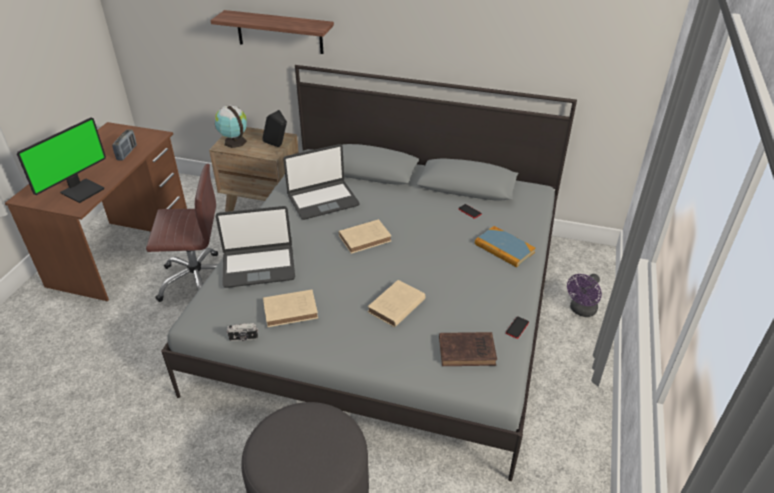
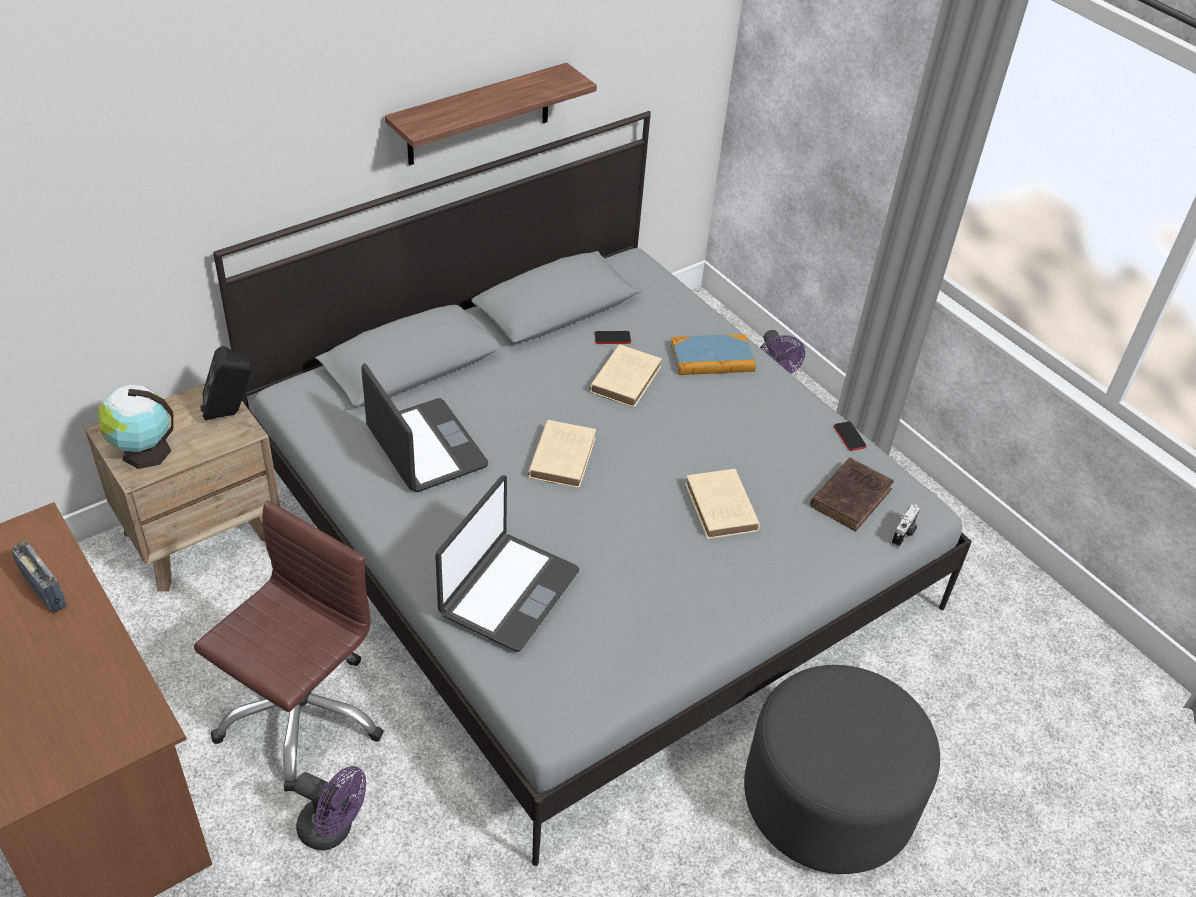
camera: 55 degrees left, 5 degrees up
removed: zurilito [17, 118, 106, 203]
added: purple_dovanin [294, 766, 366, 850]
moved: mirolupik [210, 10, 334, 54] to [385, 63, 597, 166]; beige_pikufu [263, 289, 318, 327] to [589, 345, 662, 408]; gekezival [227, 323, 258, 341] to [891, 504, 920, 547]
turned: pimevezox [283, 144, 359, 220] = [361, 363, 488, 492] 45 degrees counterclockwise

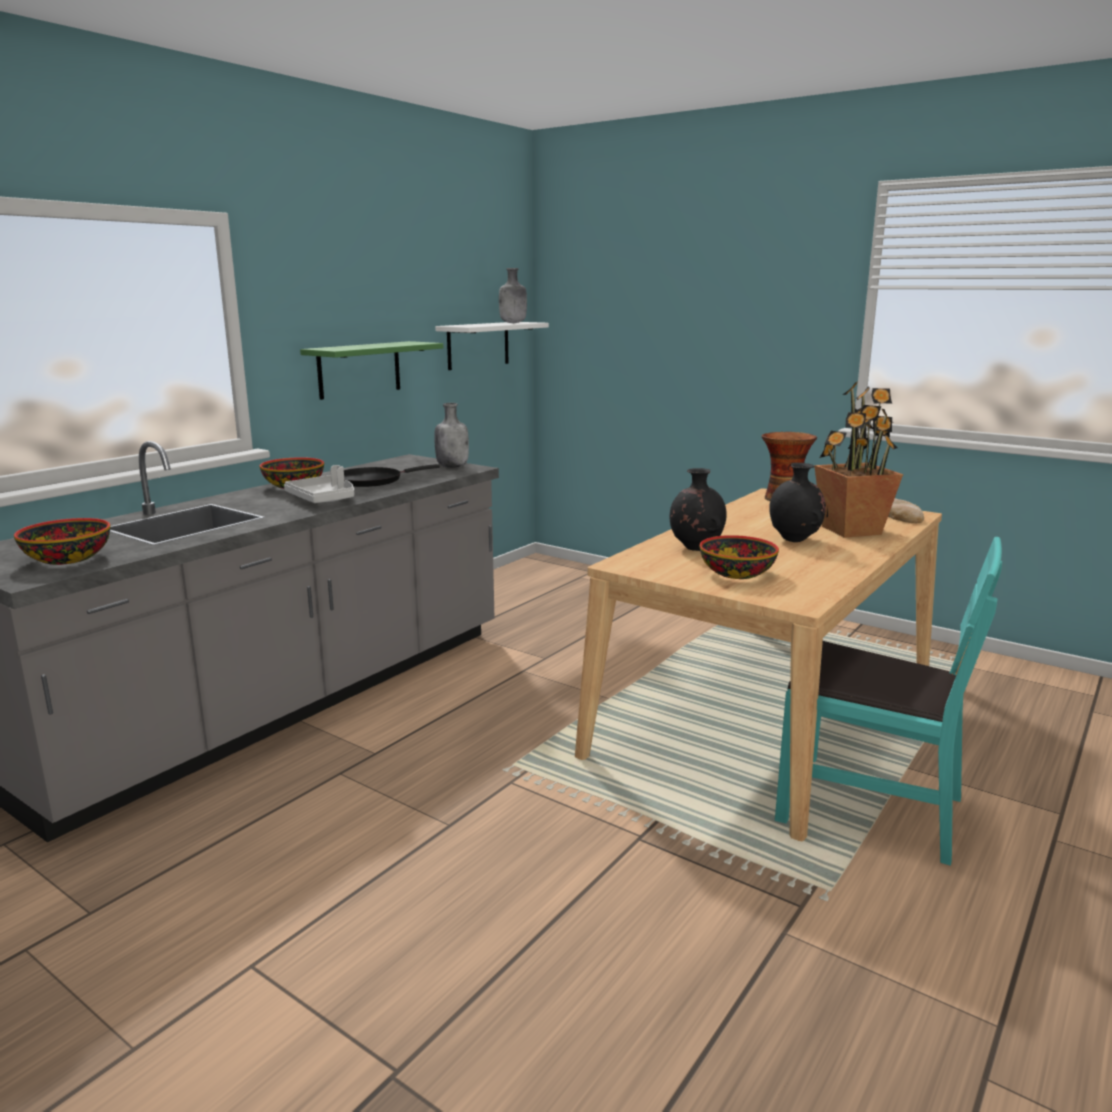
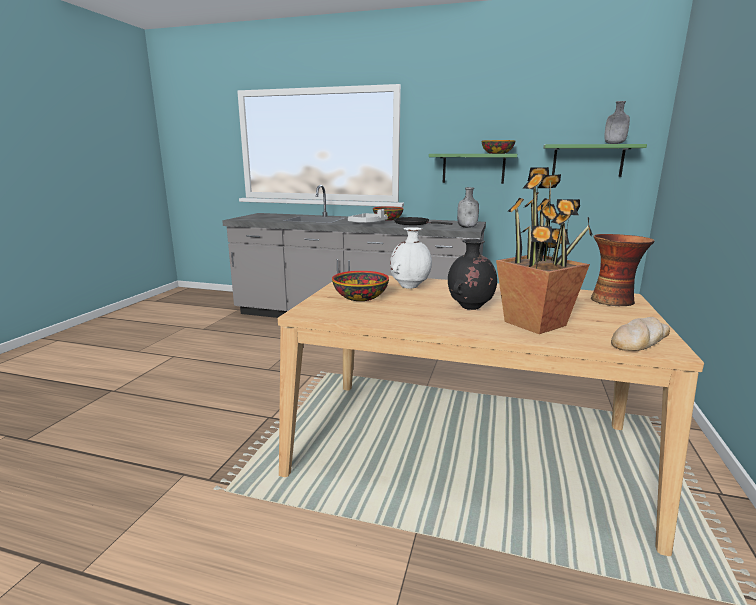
camera: 70 degrees right, 0 degrees up
removed: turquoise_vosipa [775, 537, 1002, 866]
moved: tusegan [14, 518, 111, 565] to [482, 140, 515, 154]
recoloured: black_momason [670, 468, 727, 551] to white_momason [390, 227, 432, 289]; white_mirolupik [435, 322, 549, 370] to green_mirolupik [543, 144, 647, 177]

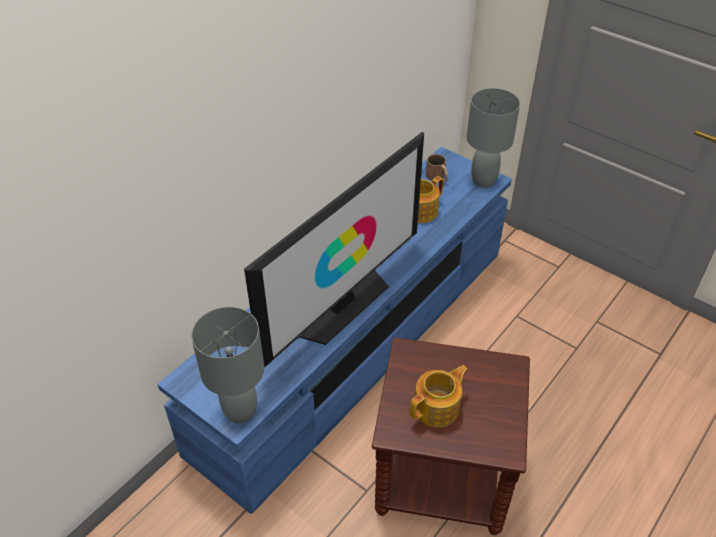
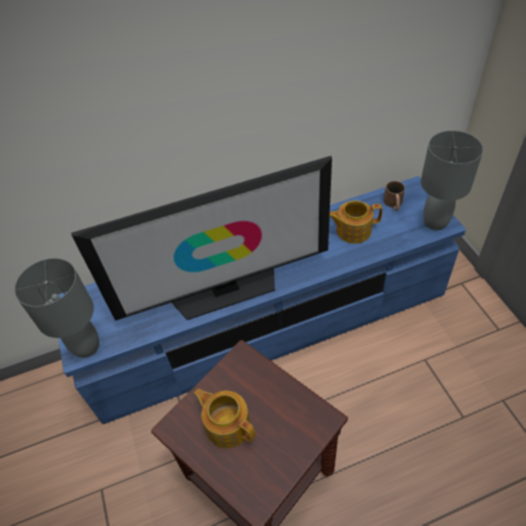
camera: 35 degrees right, 5 degrees up
turned: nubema [410, 365, 468, 427] = [194, 389, 255, 448] 135 degrees counterclockwise

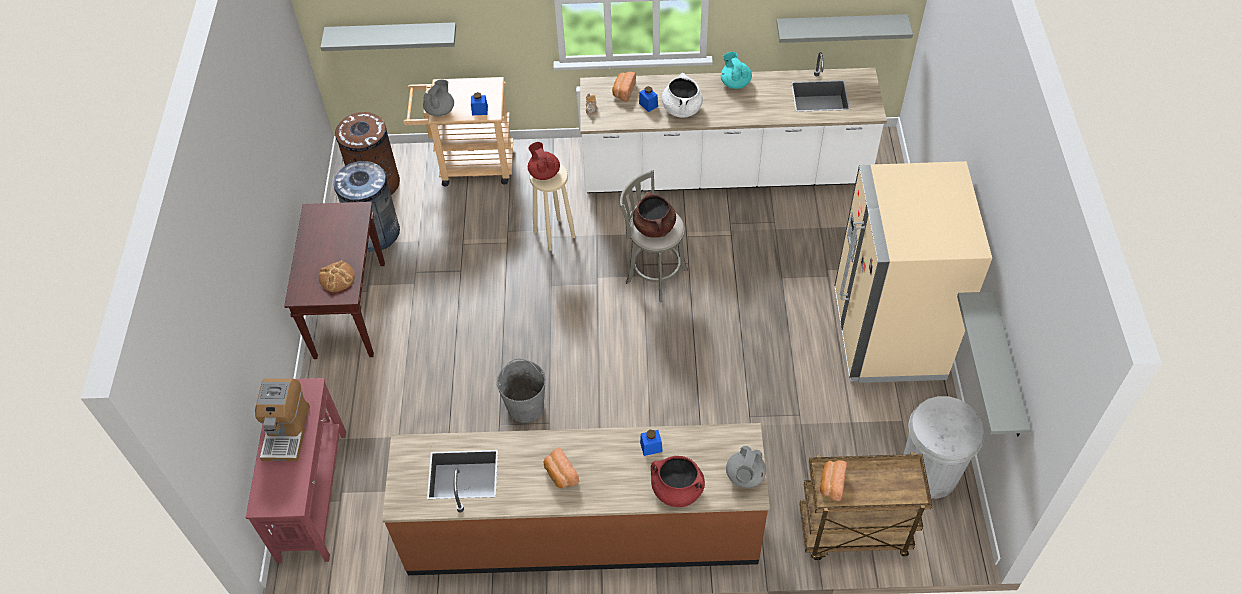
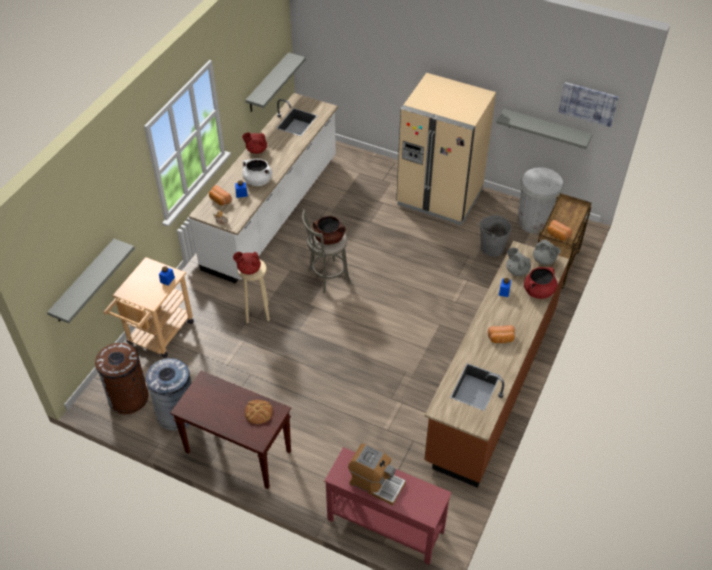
camera: 65 degrees left, 5 degrees down
added: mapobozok [559, 82, 619, 127]
moved: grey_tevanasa [497, 358, 546, 423] to [479, 215, 511, 257]; grey_nubema [423, 80, 454, 116] to [506, 247, 531, 276]
recoloured: turquoise_nubema [721, 52, 752, 89] to red_nubema [242, 132, 267, 154]

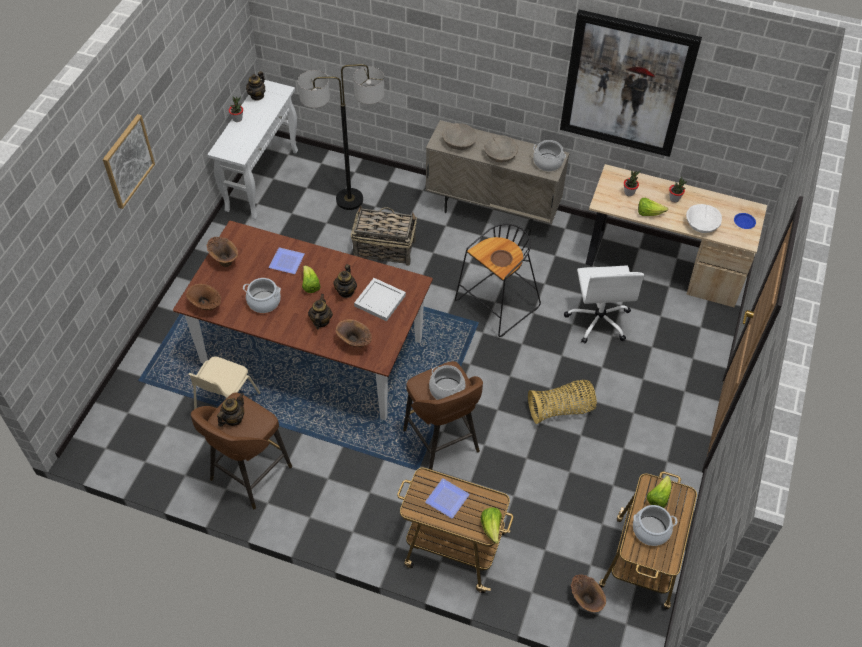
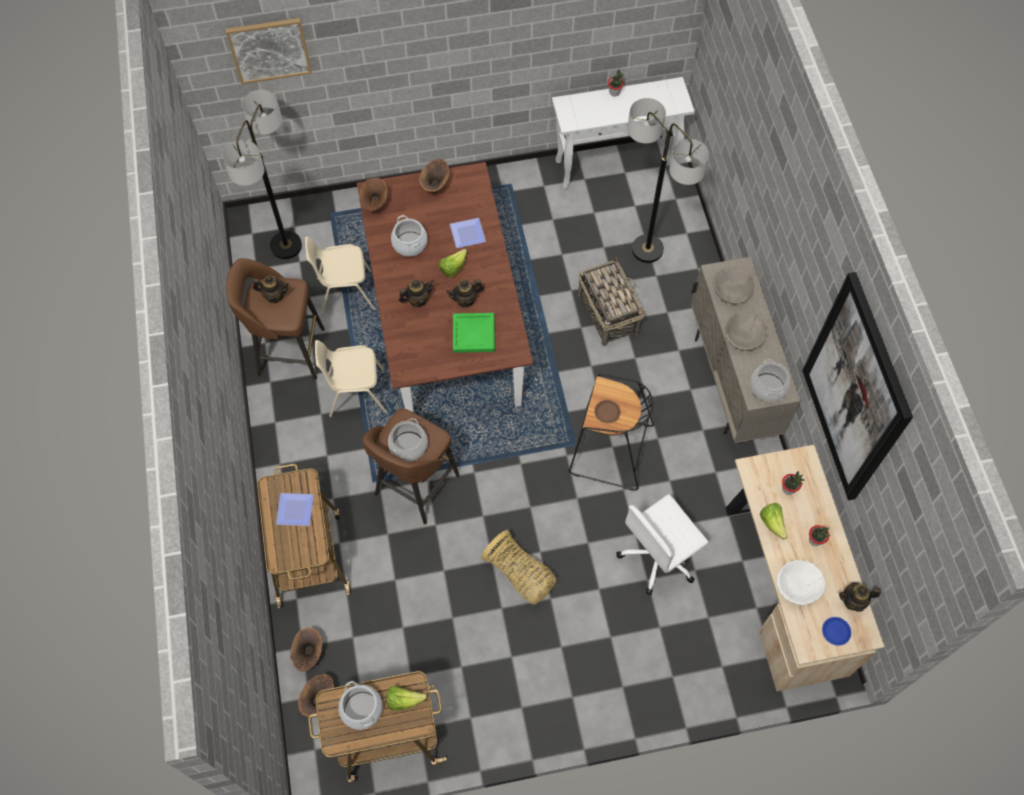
camera: 60 degrees right, 10 degrees up
removed: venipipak [481, 507, 502, 544]
added: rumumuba [223, 90, 302, 259]; beige_vosipa [315, 340, 387, 417]
moved: mapobozok [103, 114, 155, 209] to [225, 18, 312, 84]; brown_momason [336, 319, 372, 347] to [290, 628, 322, 672]; nubema [246, 71, 265, 101] to [839, 582, 881, 612]
recoloured: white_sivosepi [354, 278, 406, 321] to green_sivosepi [453, 313, 495, 353]

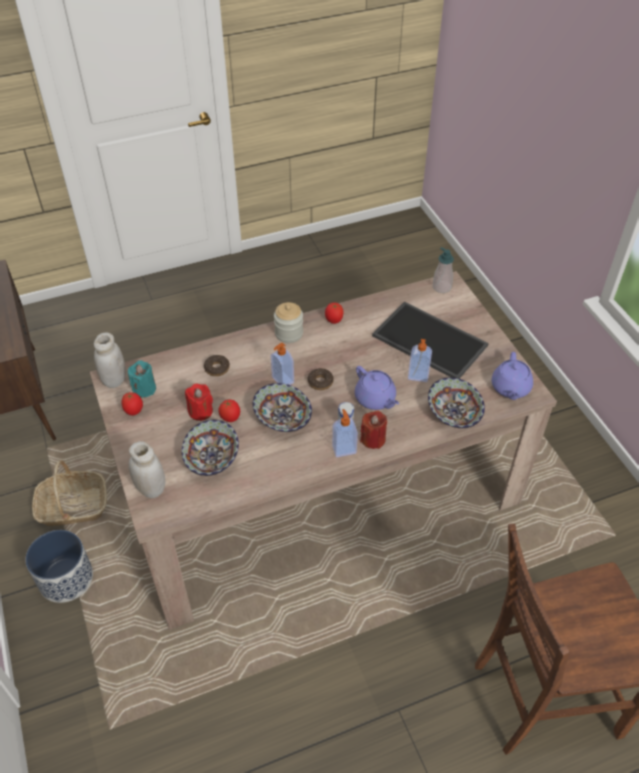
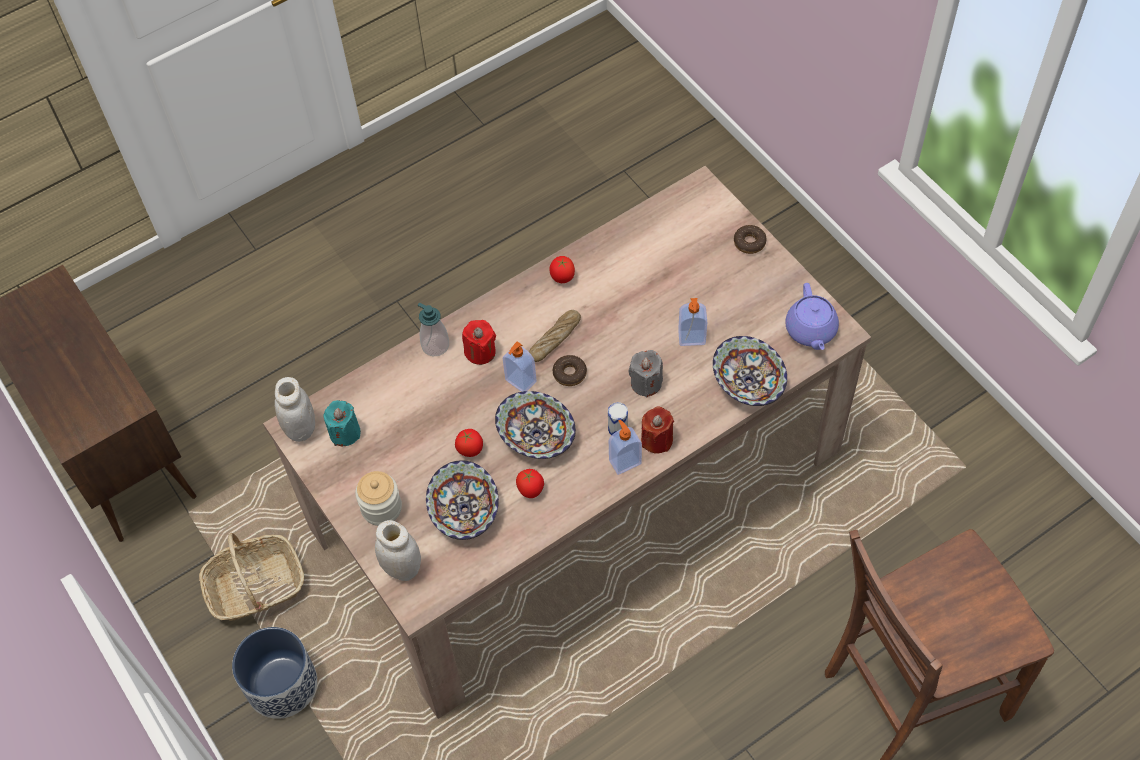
camera: 10 degrees left, 10 degrees up
removed: sivosepi [372, 302, 489, 379]
added: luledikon [529, 310, 581, 362]
moved: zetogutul [274, 302, 303, 343] to [355, 471, 402, 526]; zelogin [432, 247, 454, 293] to [418, 303, 449, 356]; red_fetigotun [185, 384, 213, 421] to [462, 320, 496, 365]; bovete [121, 392, 143, 415] to [516, 469, 544, 498]; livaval [204, 355, 230, 376] to [734, 225, 766, 254]
replaced: purple_nubema [355, 366, 399, 410] to grey_fetigotun [628, 350, 663, 398]

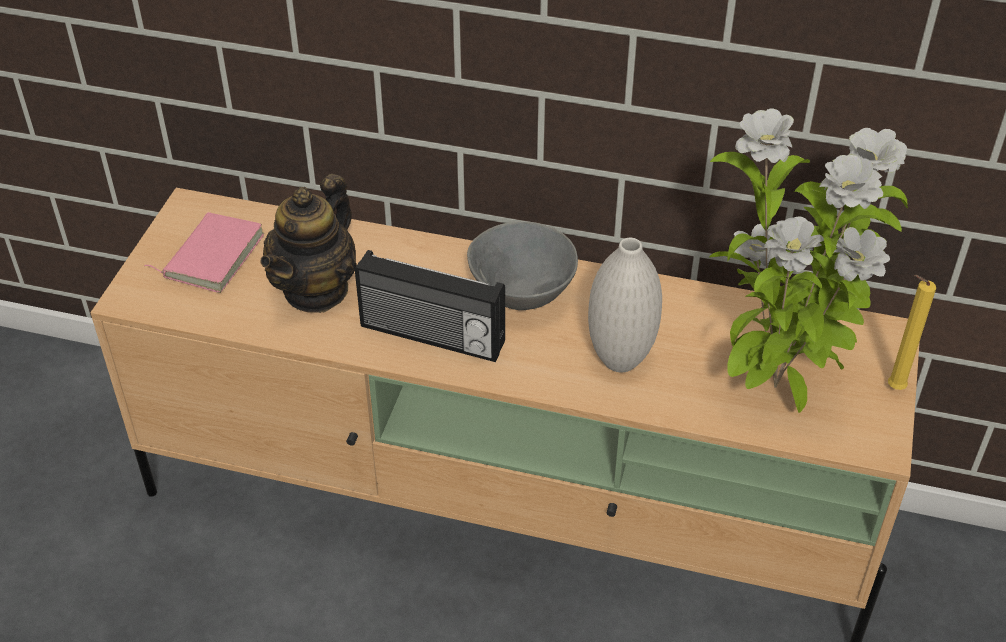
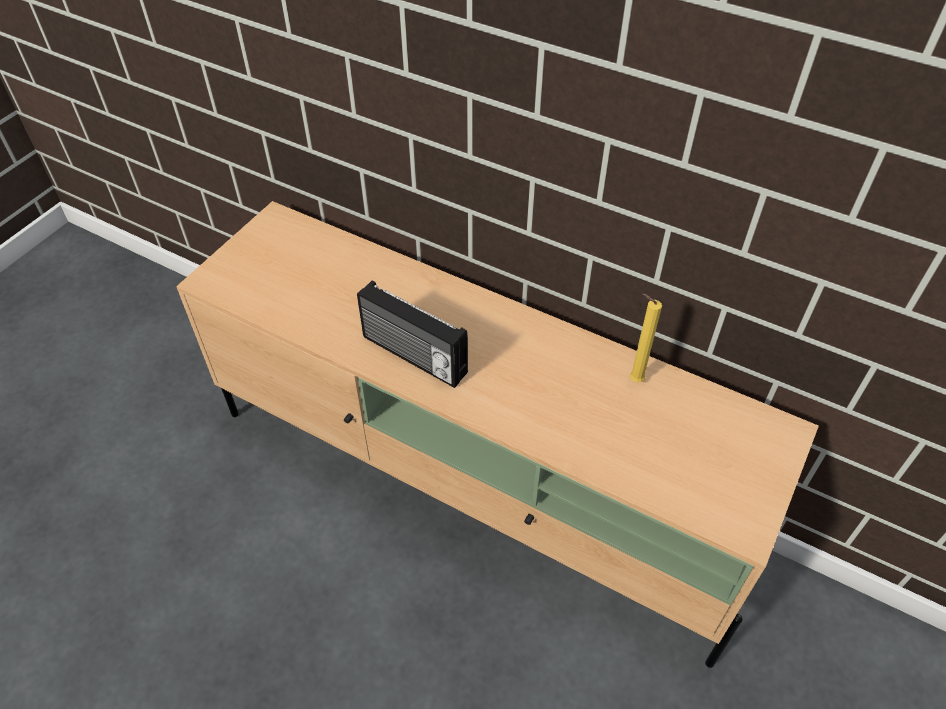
camera: 15 degrees right, 5 degrees up
removed: pink_pikufu [144, 212, 264, 293]; nubema [260, 174, 357, 313]; grey_tusegan [467, 221, 578, 310]; white_momason [588, 238, 662, 372]; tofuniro [709, 108, 908, 413]
moved: yellow_fetigotun [888, 275, 936, 390] to [630, 294, 662, 382]

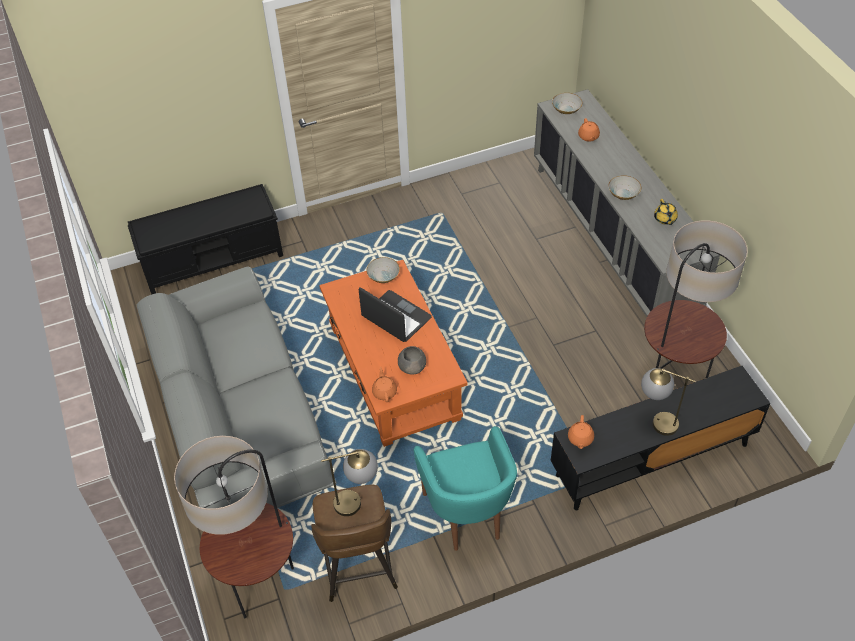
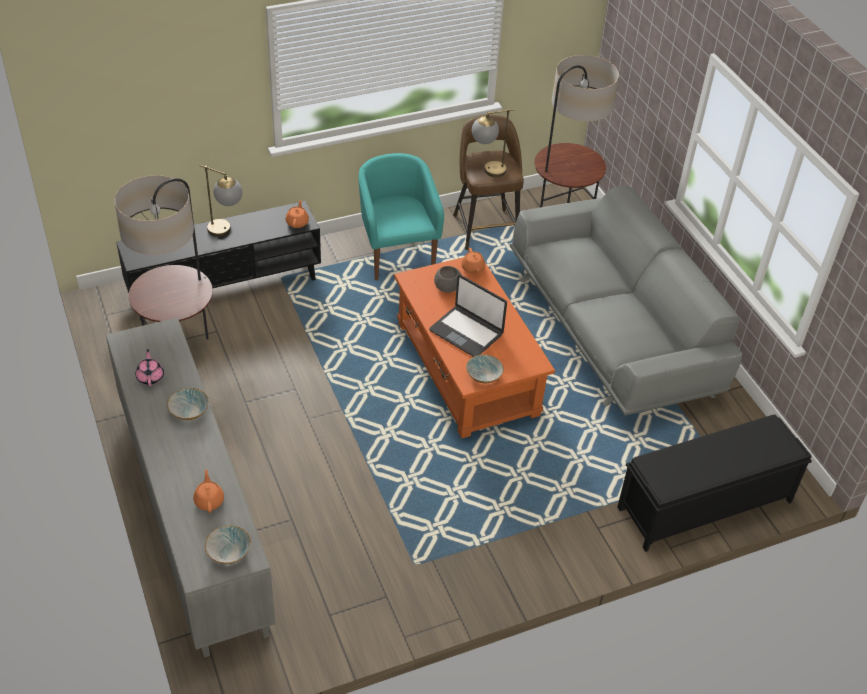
camera: 175 degrees right, 5 degrees down
recoloured: yellow_nubema [654, 199, 678, 225] to pink_nubema [136, 349, 164, 386]

